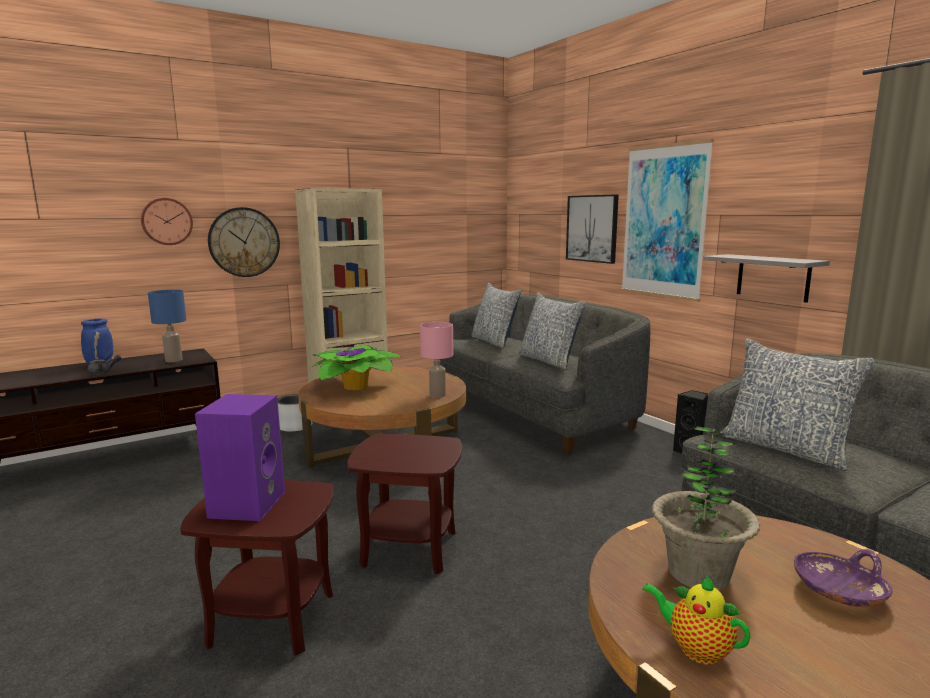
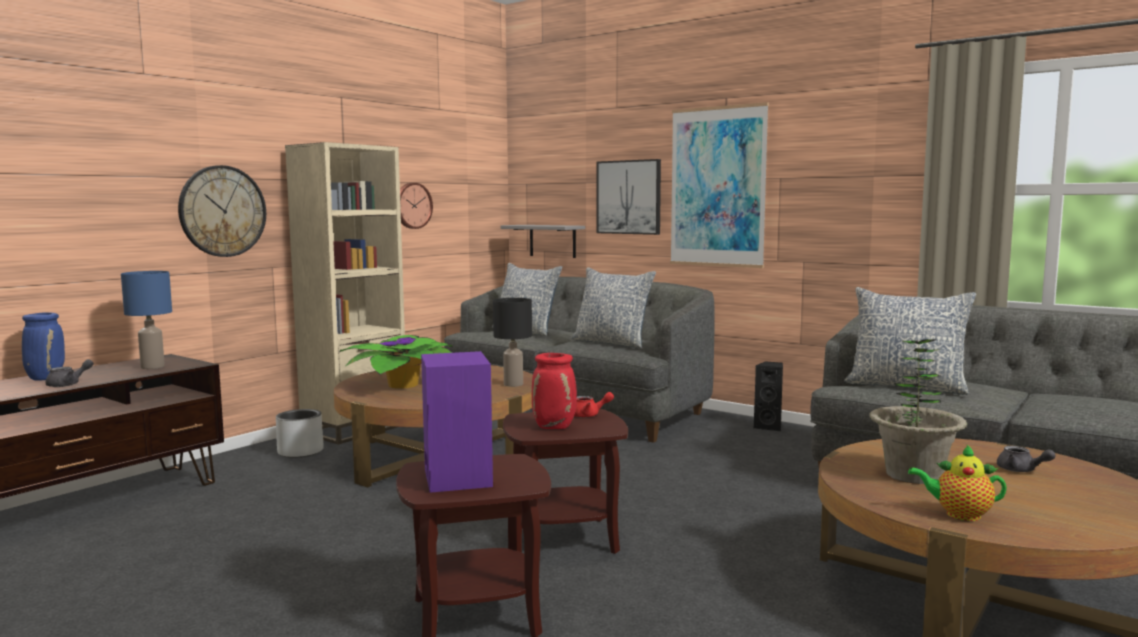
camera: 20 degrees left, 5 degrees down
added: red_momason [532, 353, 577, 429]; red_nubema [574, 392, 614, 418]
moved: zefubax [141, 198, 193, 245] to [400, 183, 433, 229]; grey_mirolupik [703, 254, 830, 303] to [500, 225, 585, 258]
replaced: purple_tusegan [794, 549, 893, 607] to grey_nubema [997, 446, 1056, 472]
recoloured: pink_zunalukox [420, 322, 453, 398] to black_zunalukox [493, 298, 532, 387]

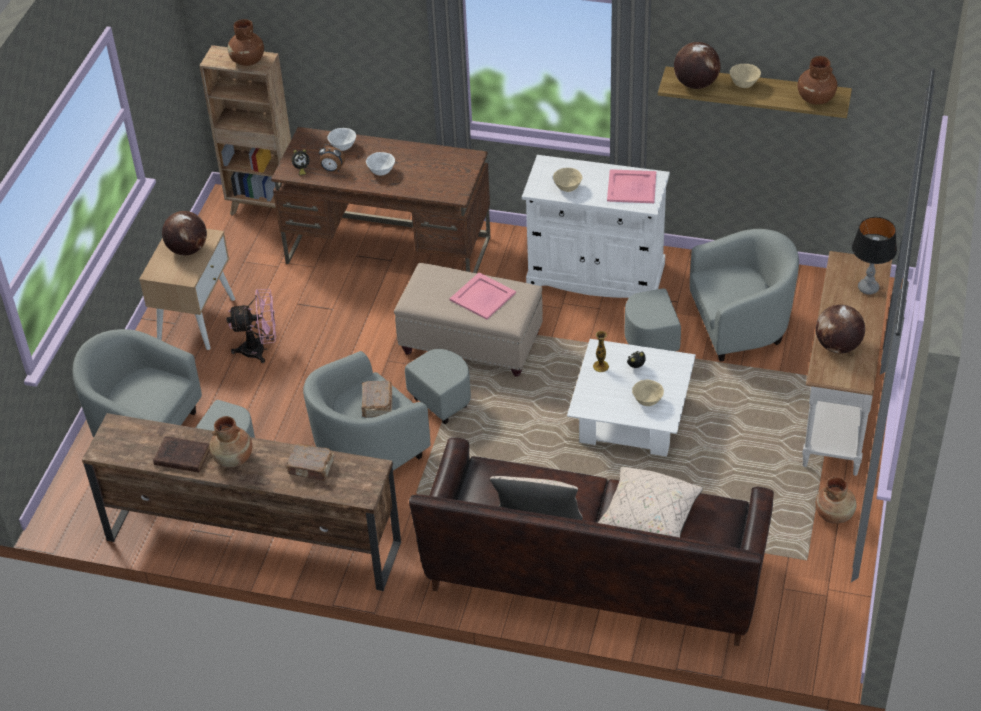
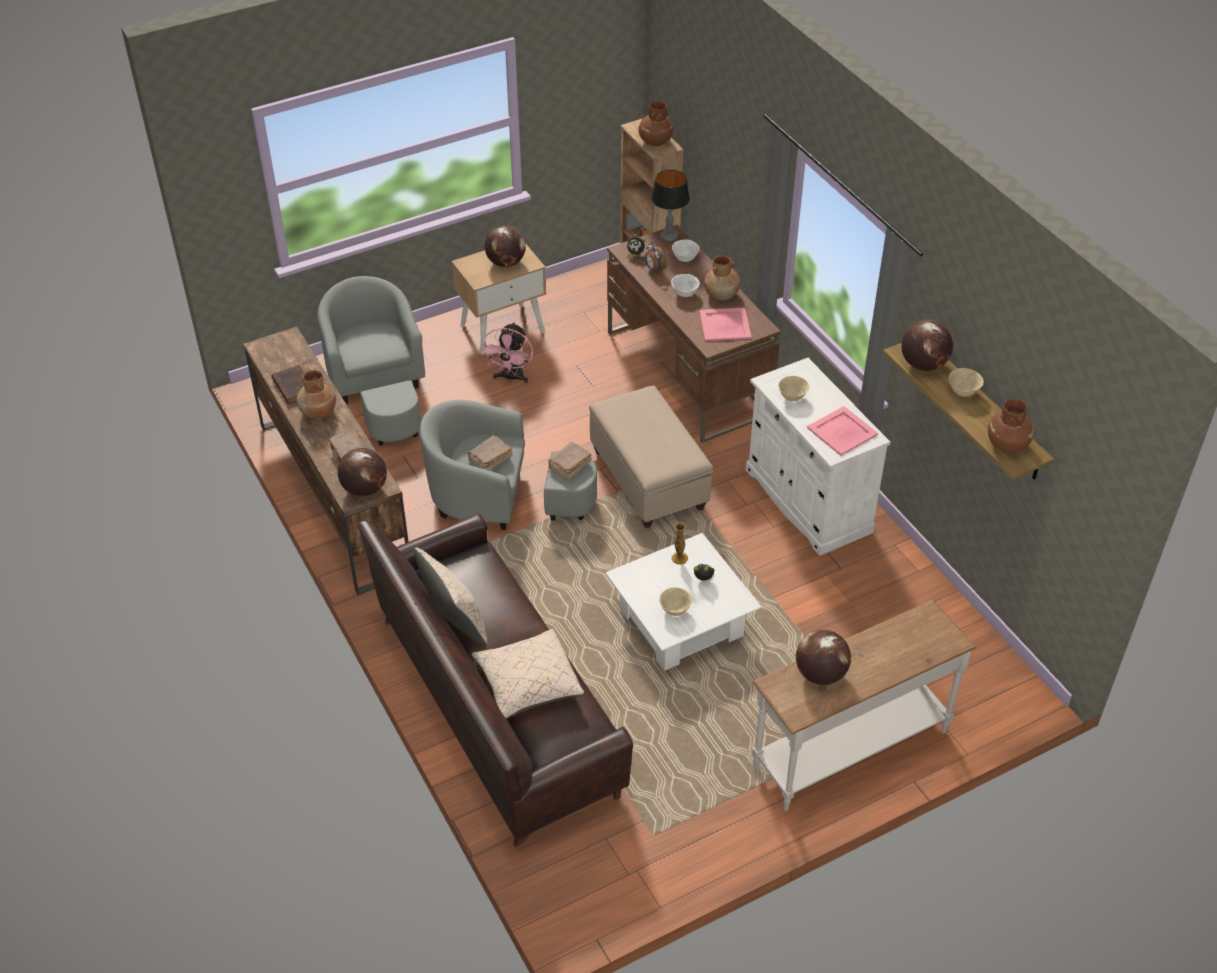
camera: 45 degrees right, 0 degrees up
removed: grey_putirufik [624, 229, 799, 362]
added: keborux [338, 448, 387, 497]; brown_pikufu [548, 442, 592, 480]
moved: zunalukox [852, 217, 897, 295] to [651, 170, 690, 241]; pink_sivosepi [449, 273, 516, 320] to [699, 307, 751, 341]; brown_momason [816, 477, 857, 524] to [704, 255, 740, 301]
turned: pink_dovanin [227, 289, 276, 363] = [481, 322, 533, 383] 60 degrees clockwise

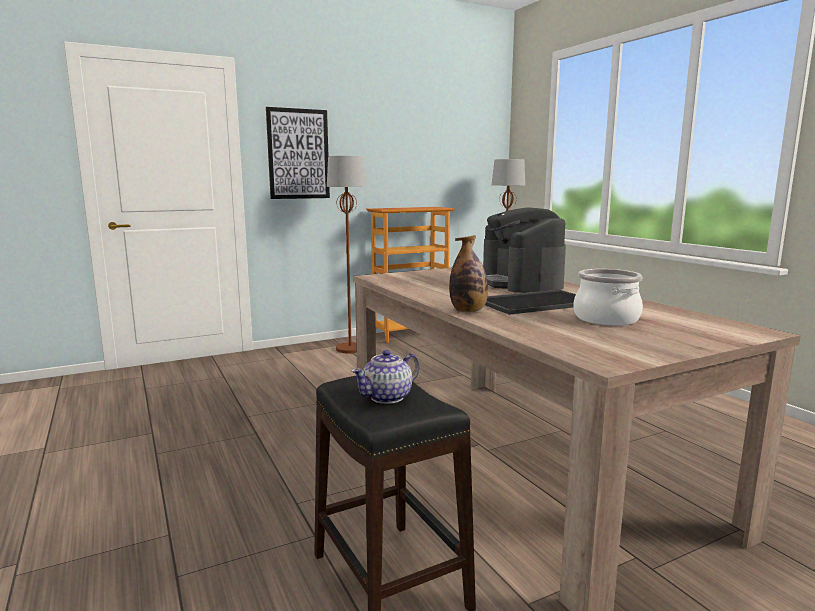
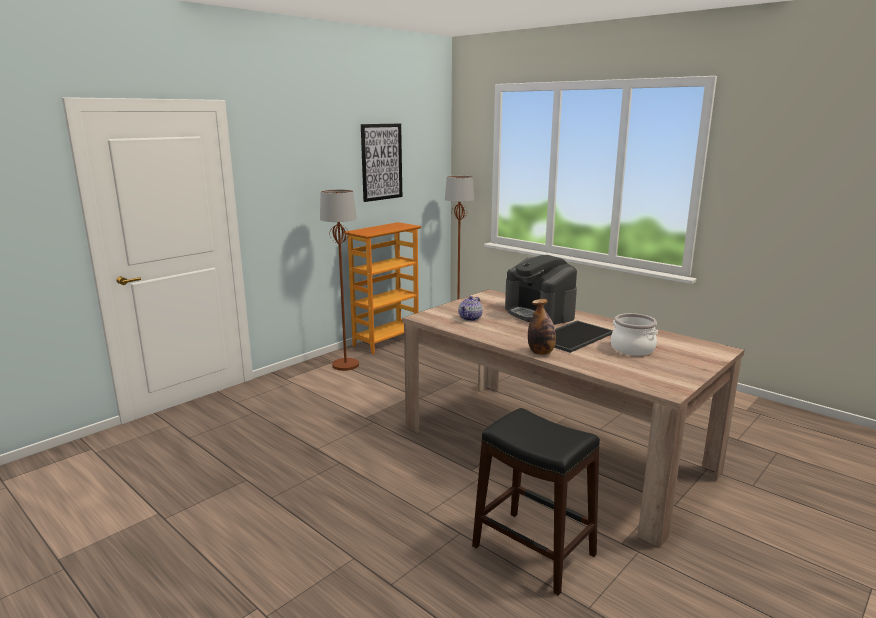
camera: 20 degrees left, 5 degrees up
moved: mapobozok [266, 107, 330, 199] to [361, 124, 402, 202]; nubema [351, 350, 419, 404] to [459, 296, 483, 321]

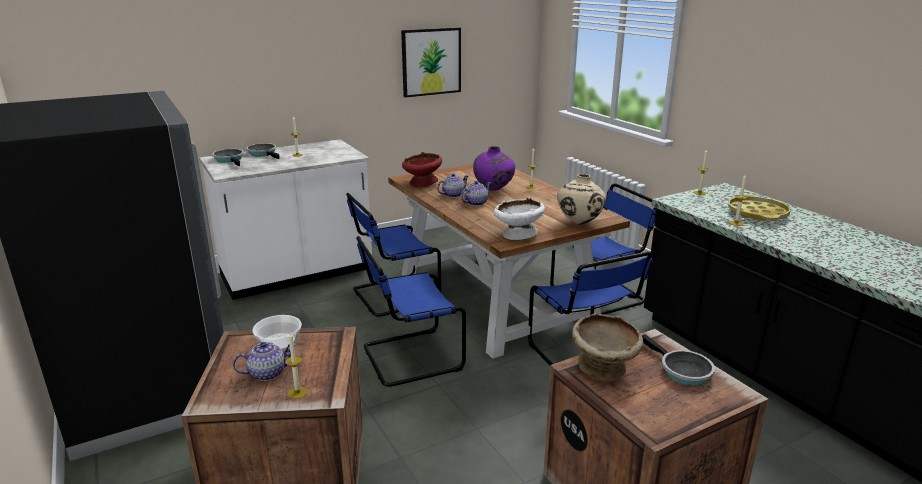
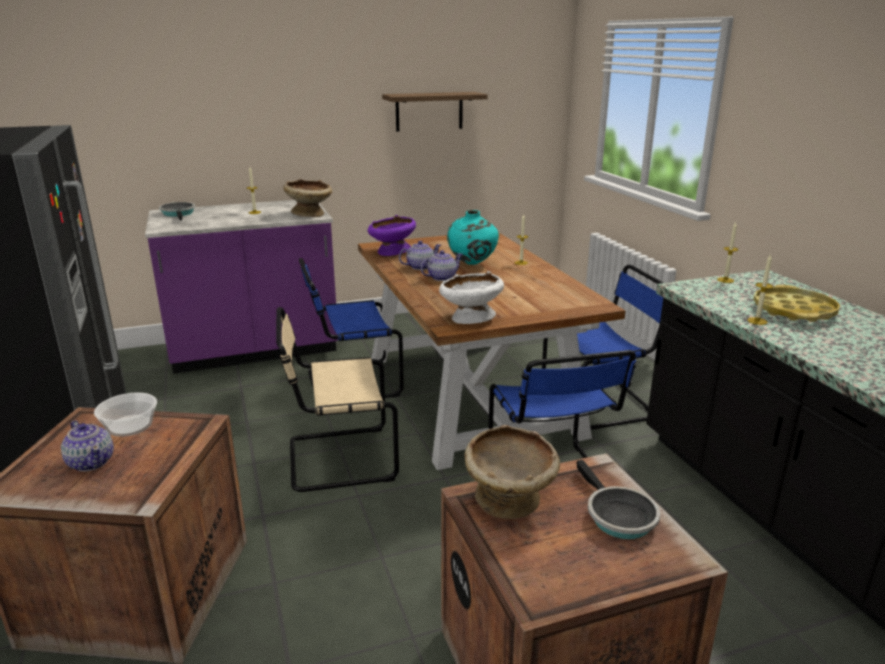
camera: 10 degrees right, 0 degrees up
removed: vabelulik [246, 143, 279, 159]; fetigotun [285, 332, 307, 399]; beige_momason [557, 174, 606, 225]
added: beige_tusegan [283, 179, 332, 217]
replaced: mapobozok [401, 28, 461, 98] to mirolupik [382, 92, 488, 132]
recoloured: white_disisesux [199, 139, 372, 300] to purple_disisesux [145, 200, 338, 374]; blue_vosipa [356, 236, 466, 387] to beige_vosipa [276, 307, 399, 492]; red_tusegan [402, 152, 442, 187] to purple_tusegan [368, 215, 416, 256]; purple_momason [473, 146, 515, 191] to turquoise_momason [447, 210, 499, 265]
turned: nubema [233, 342, 296, 381] = [61, 420, 114, 471] 60 degrees clockwise

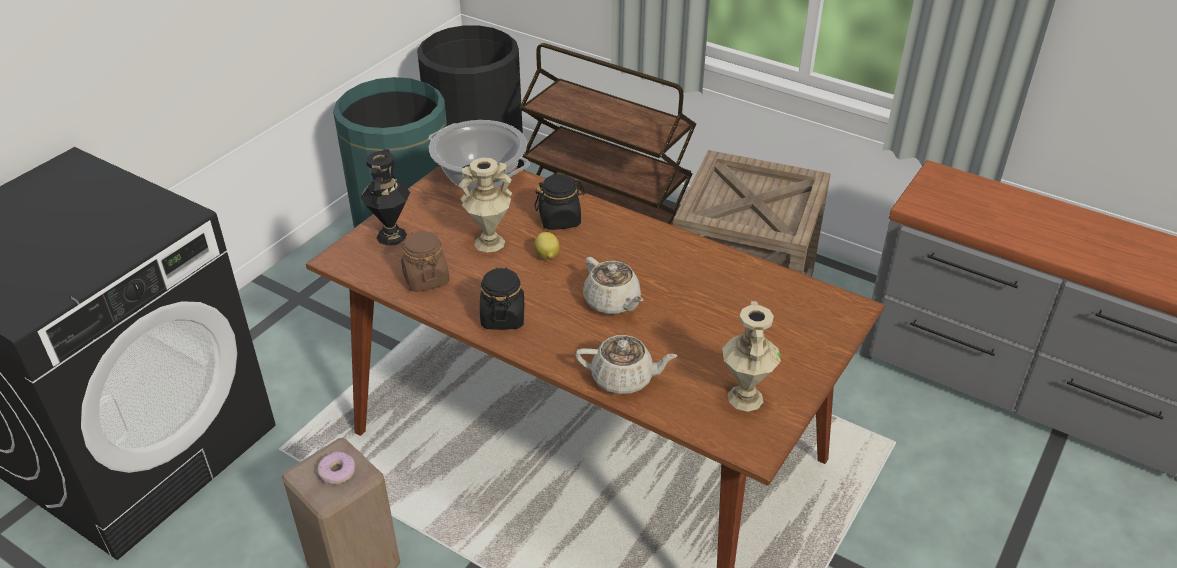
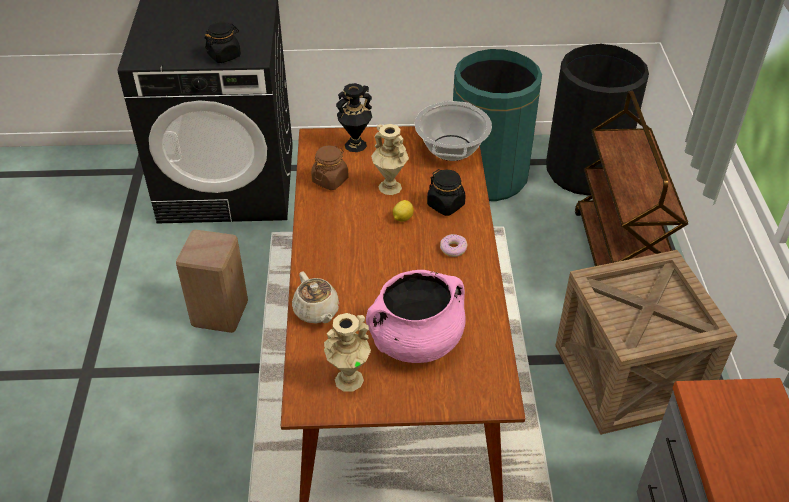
camera: 55 degrees right, 5 degrees up
removed: beige_nubema [583, 257, 643, 314]
added: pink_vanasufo [366, 270, 466, 363]
moved: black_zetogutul [480, 267, 525, 330] to [204, 21, 241, 63]; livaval [317, 452, 355, 484] to [440, 234, 468, 257]

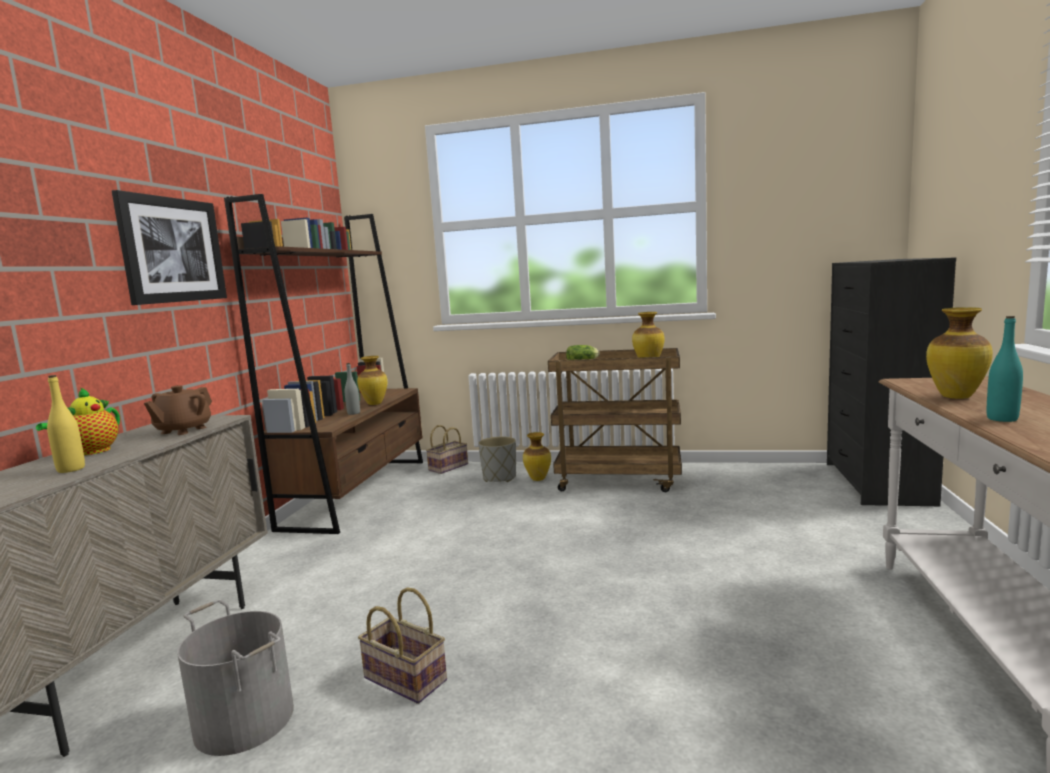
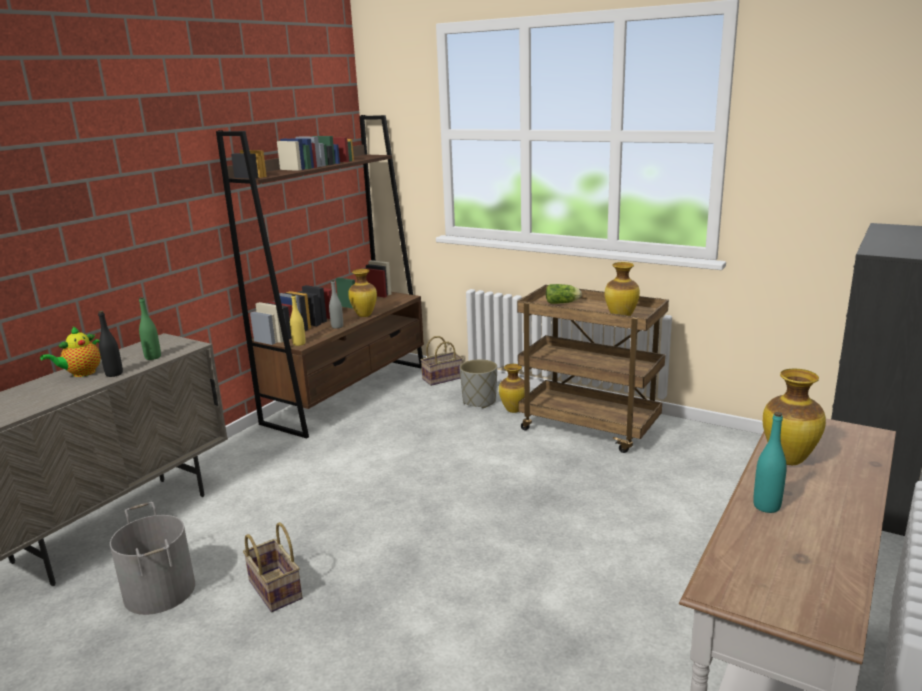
camera: 20 degrees right, 10 degrees up
removed: mapobozok [112, 190, 227, 305]
added: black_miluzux [98, 311, 123, 377]
moved: yellow_miluzux [47, 375, 85, 473] to [290, 294, 306, 346]
replaced: brown_nubema [144, 385, 212, 435] to green_miluzux [139, 297, 161, 360]

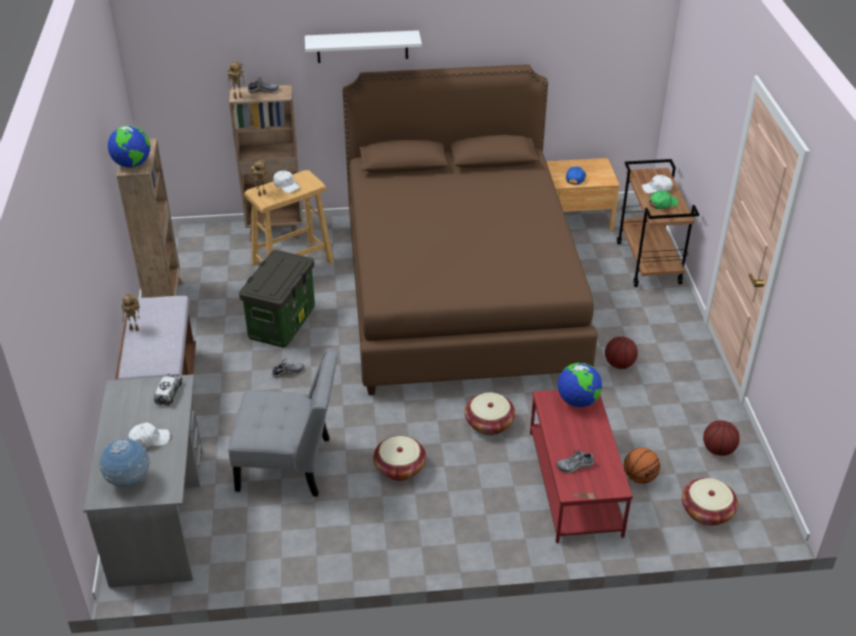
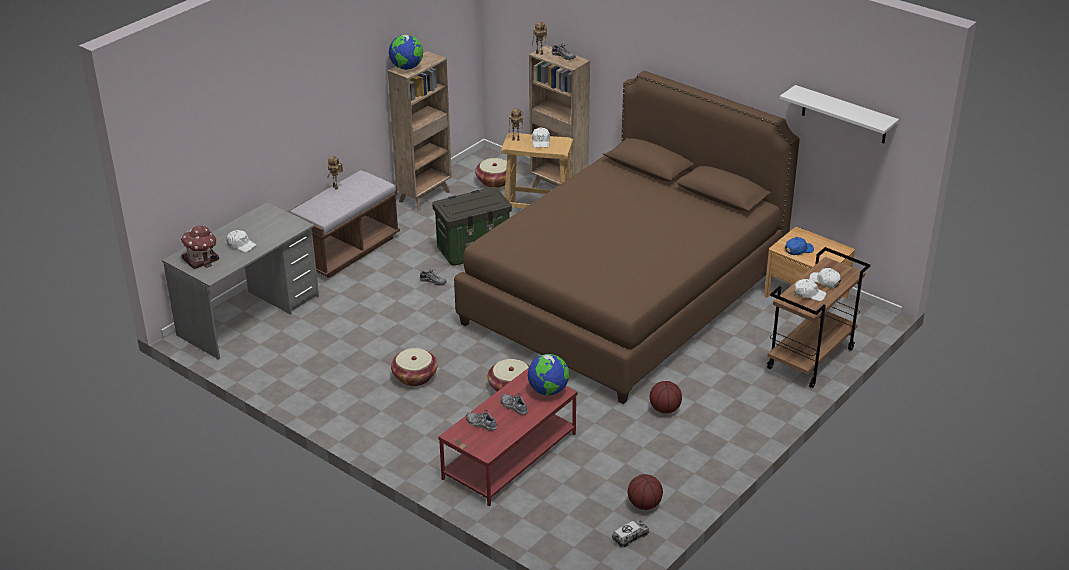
camera: 45 degrees right, 5 degrees down
removed: grey_vosipa [228, 349, 338, 497]; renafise [624, 448, 660, 484]
added: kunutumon [501, 393, 528, 415]
moved: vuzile [682, 478, 738, 526] to [475, 158, 507, 188]; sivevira [154, 374, 182, 406] to [612, 520, 649, 548]; white_mirolupik [305, 30, 422, 63] to [780, 85, 899, 143]
replaced: keborux [100, 439, 151, 487] to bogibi [181, 225, 219, 269]
recoloured: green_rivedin [649, 190, 678, 209] to white_rivedin [795, 279, 826, 301]

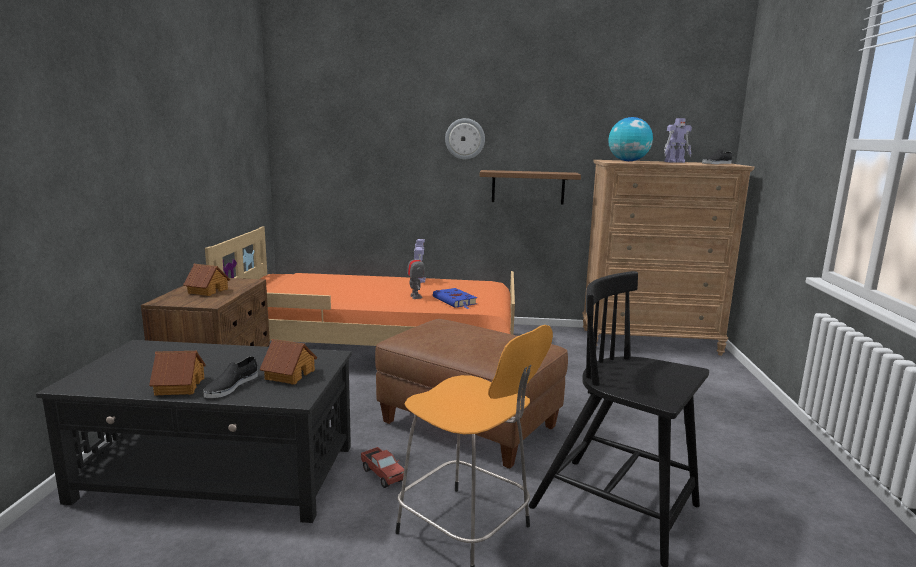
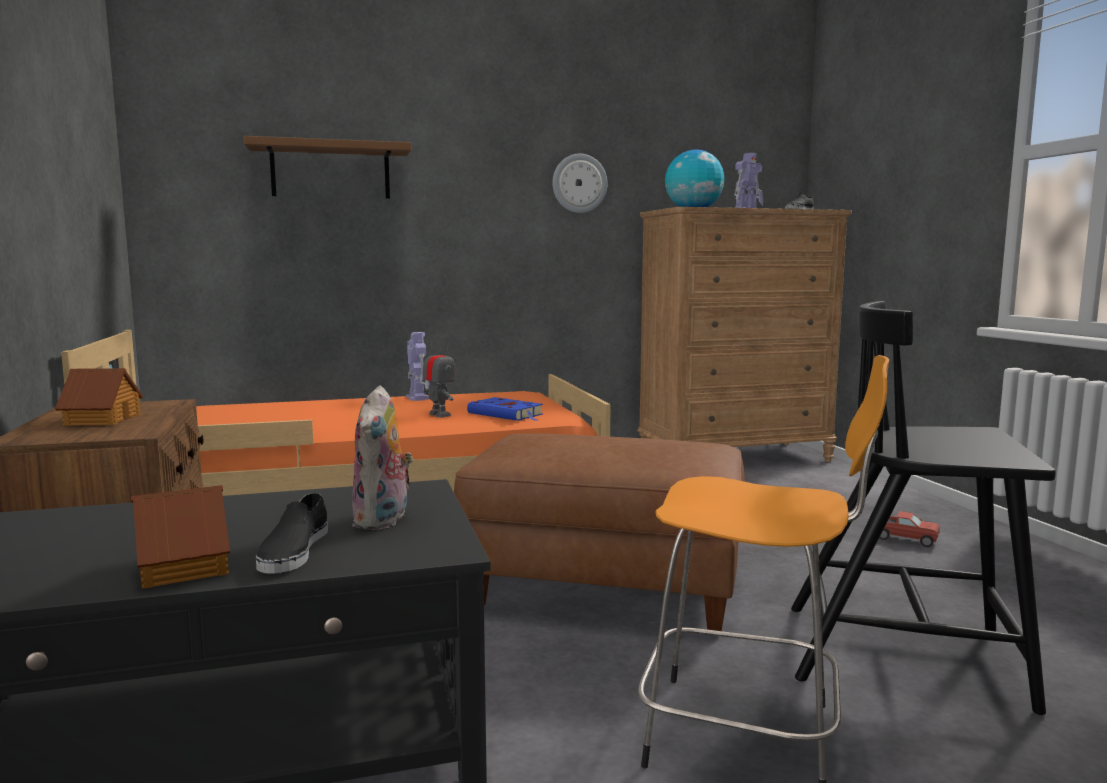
camera: 20 degrees left, 5 degrees down
moved: brown_mirolupik [480, 170, 581, 204] to [244, 136, 411, 199]; zefubax [445, 118, 485, 160] to [552, 154, 608, 213]; sivevira [361, 447, 404, 488] to [879, 511, 940, 547]
replaced: bogibi [259, 339, 317, 384] to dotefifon [352, 385, 413, 530]

